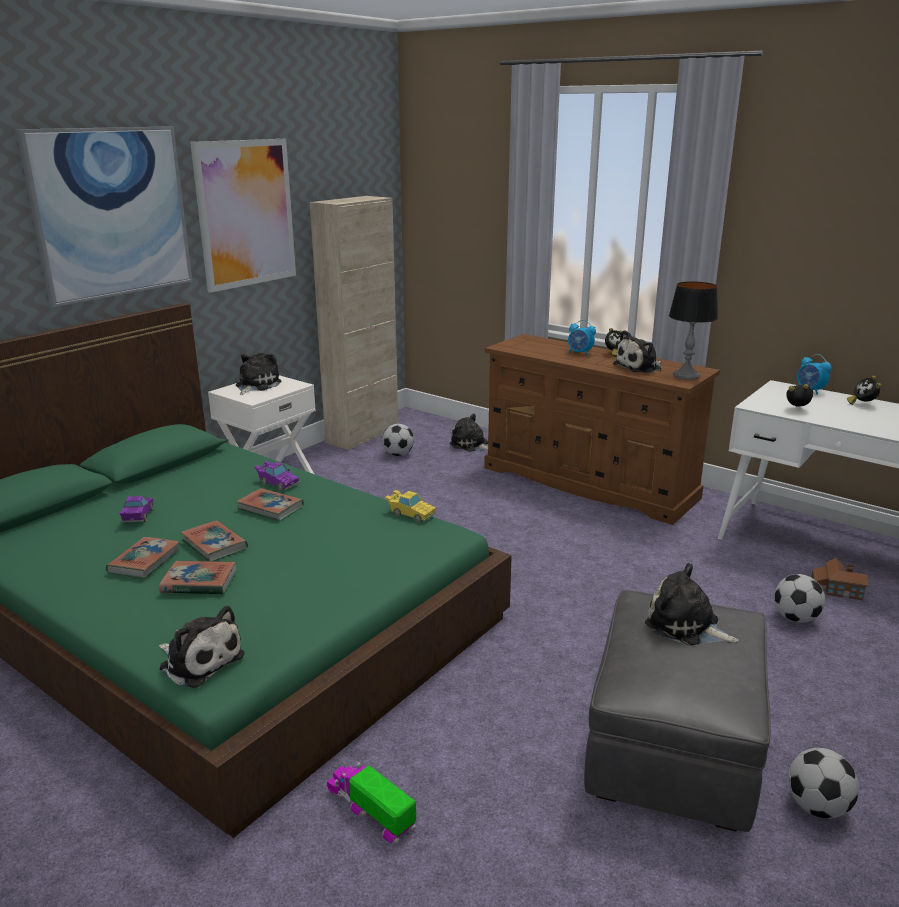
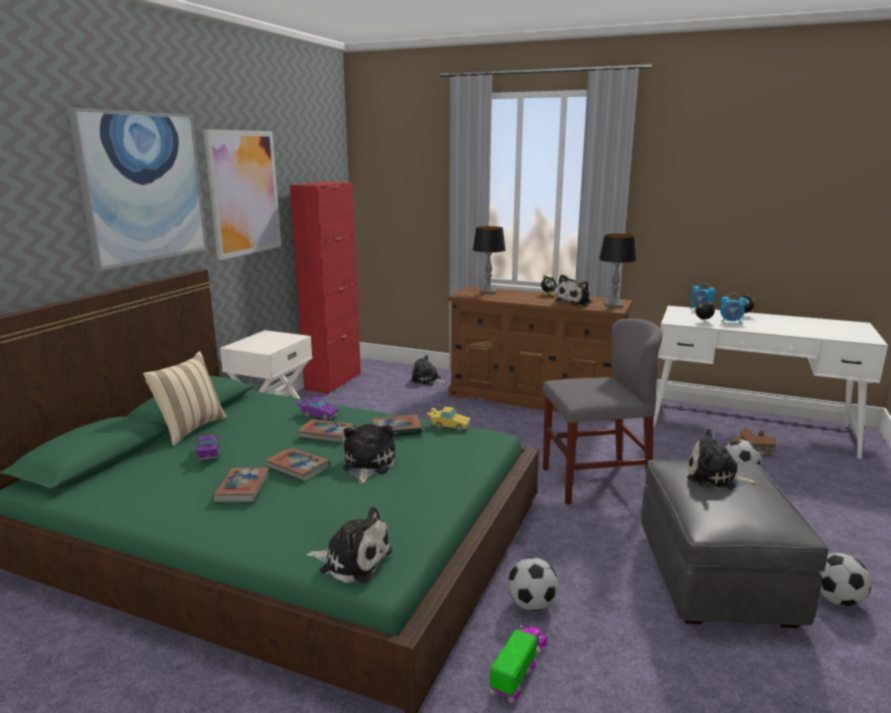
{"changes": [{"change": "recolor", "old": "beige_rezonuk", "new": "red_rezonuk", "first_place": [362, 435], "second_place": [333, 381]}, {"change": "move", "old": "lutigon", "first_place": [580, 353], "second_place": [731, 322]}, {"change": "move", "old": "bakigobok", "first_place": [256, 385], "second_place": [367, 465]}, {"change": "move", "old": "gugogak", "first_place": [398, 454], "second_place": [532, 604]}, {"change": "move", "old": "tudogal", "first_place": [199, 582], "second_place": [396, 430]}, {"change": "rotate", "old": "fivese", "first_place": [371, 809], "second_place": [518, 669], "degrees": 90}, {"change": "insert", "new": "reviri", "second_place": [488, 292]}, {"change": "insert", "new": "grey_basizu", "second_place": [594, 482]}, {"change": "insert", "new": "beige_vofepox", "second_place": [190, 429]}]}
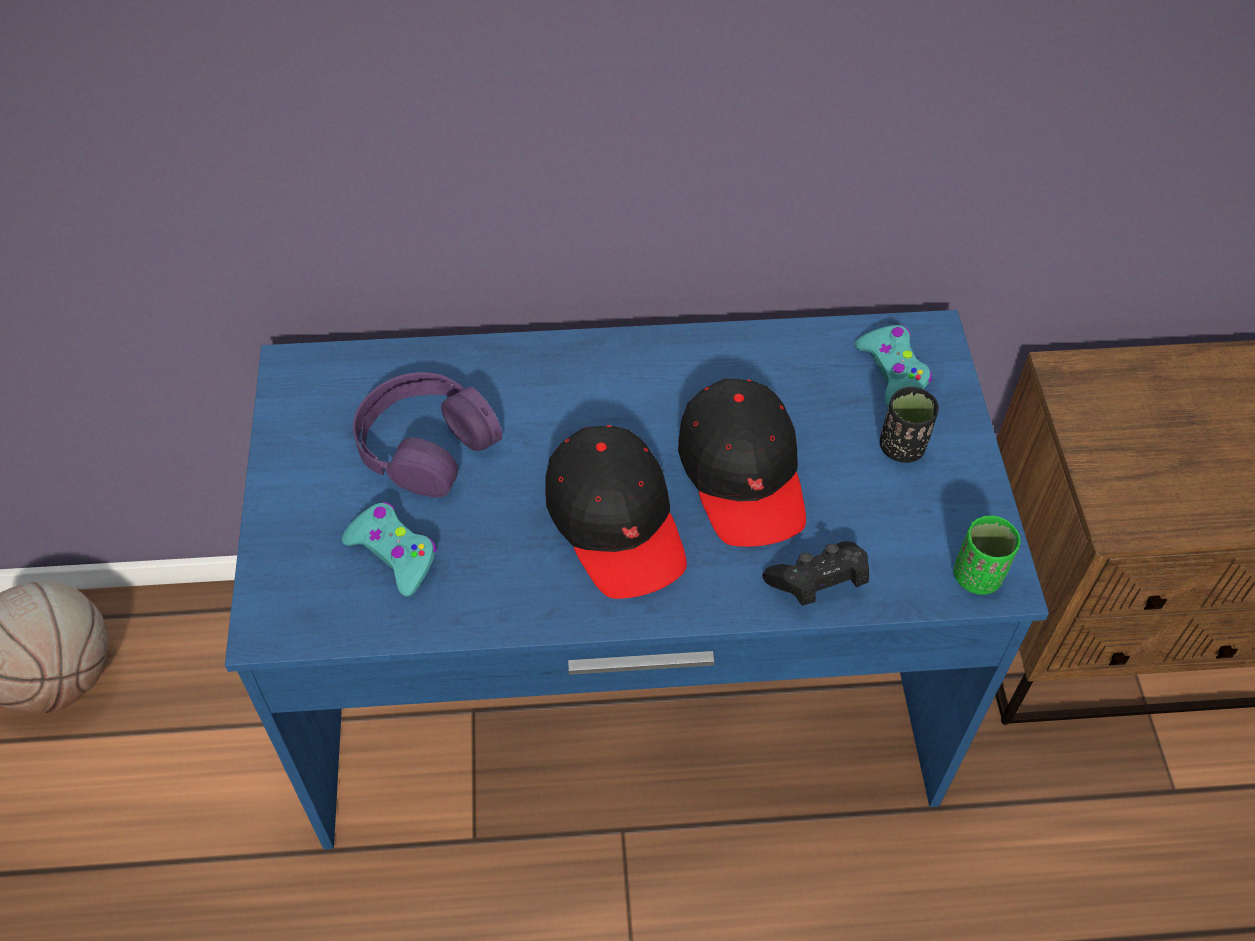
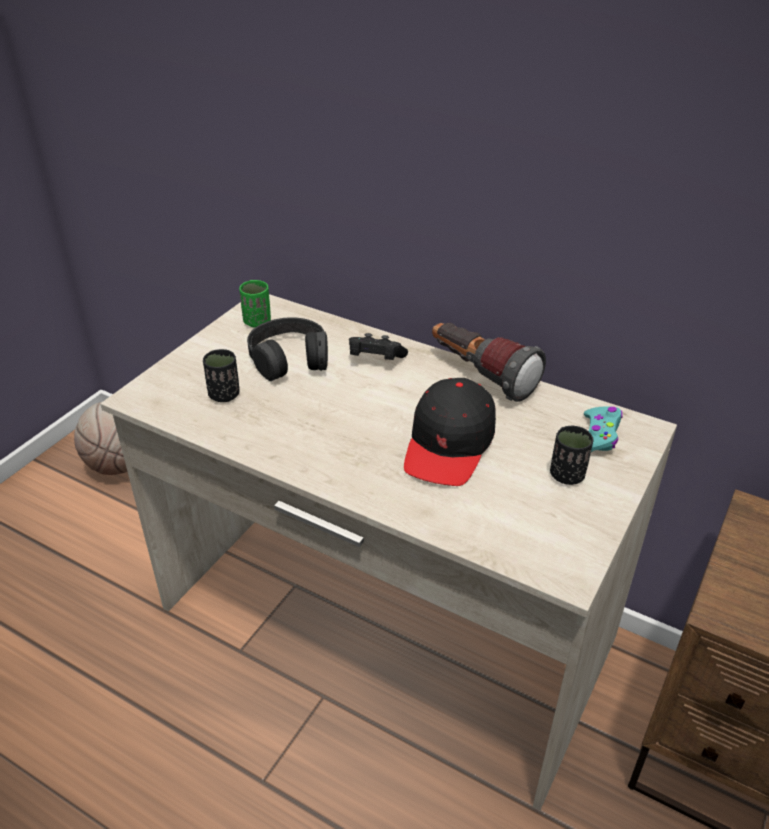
{"changes": [{"change": "recolor", "old": "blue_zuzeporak", "new": "beige_zuzeporak", "first_place": [624, 697], "second_place": [383, 625]}, {"change": "recolor", "old": "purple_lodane", "new": "black_lodane", "first_place": [426, 444], "second_place": [289, 358]}, {"change": "delete", "old": "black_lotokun", "first_place": [616, 522]}, {"change": "replace", "old": "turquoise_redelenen", "new": "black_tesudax", "first_place": [394, 553], "second_place": [224, 395]}, {"change": "move", "old": "green_tesudax", "first_place": [977, 576], "second_place": [257, 322]}, {"change": "move", "old": "black_redelenen", "first_place": [817, 584], "second_place": [375, 360]}, {"change": "insert", "new": "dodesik", "second_place": [480, 376]}]}
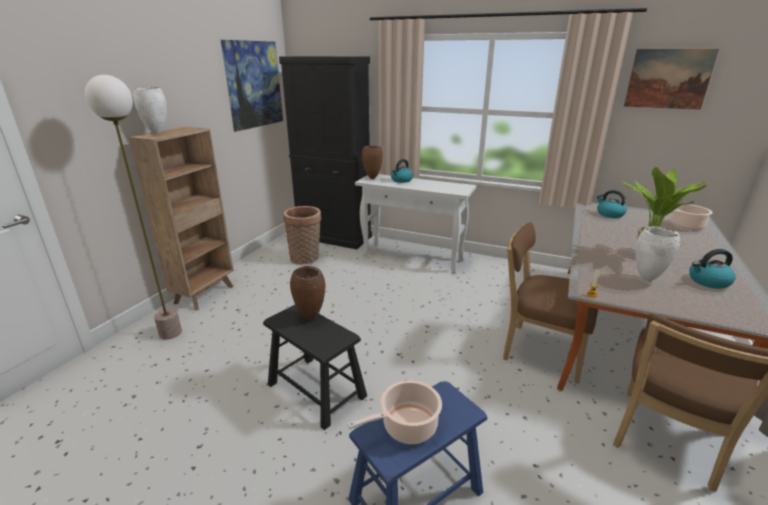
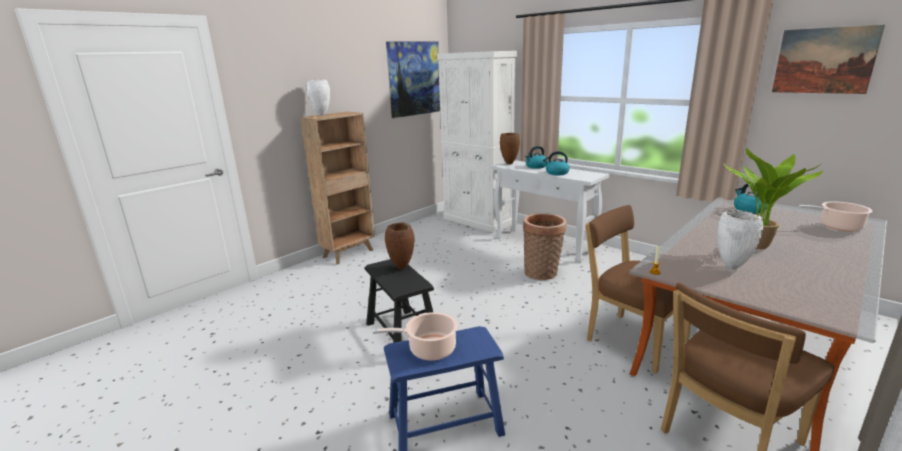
{"changes": [{"change": "recolor", "old": "black_rezonuk", "new": "white_rezonuk", "first_place": [334, 237], "second_place": [478, 221]}, {"change": "delete", "old": "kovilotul", "first_place": [170, 333]}, {"change": "move", "old": "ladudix", "first_place": [306, 259], "second_place": [542, 274]}, {"change": "move", "old": "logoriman", "first_place": [708, 281], "second_place": [556, 173]}]}
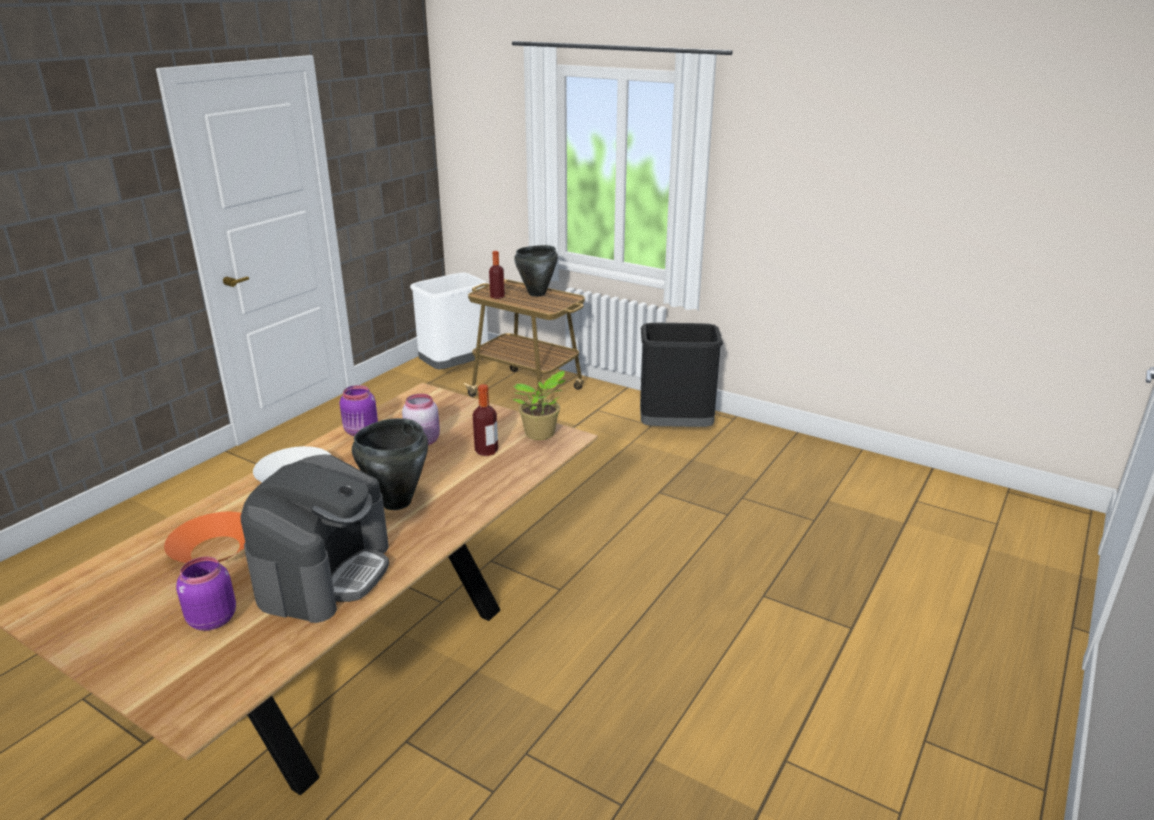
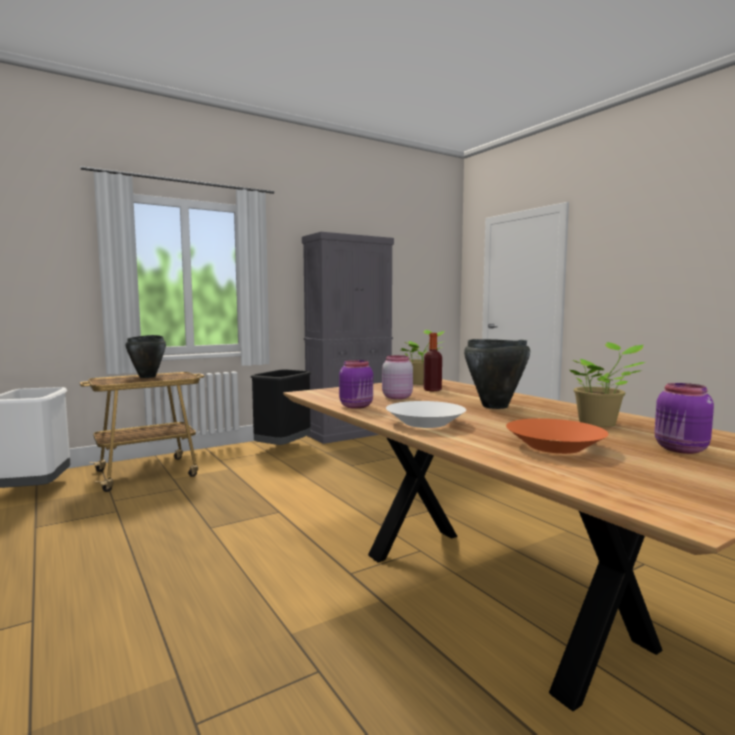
{"changes": [{"change": "delete", "old": "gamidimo", "first_place": [497, 296]}, {"change": "replace", "old": "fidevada", "new": "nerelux", "first_place": [325, 572], "second_place": [600, 423]}, {"change": "insert", "new": "grey_rezonuk", "second_place": [349, 433]}]}
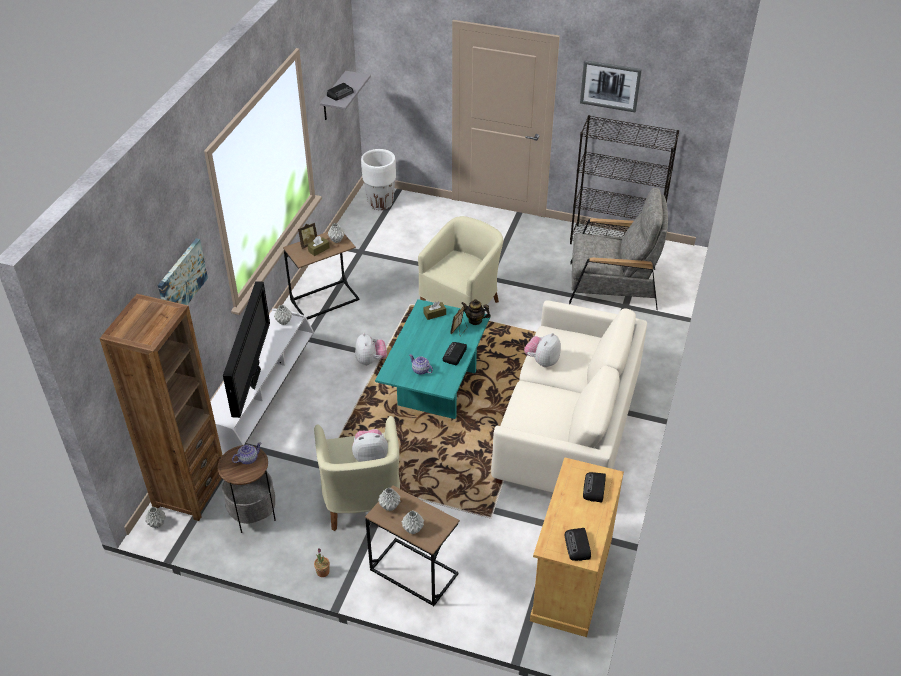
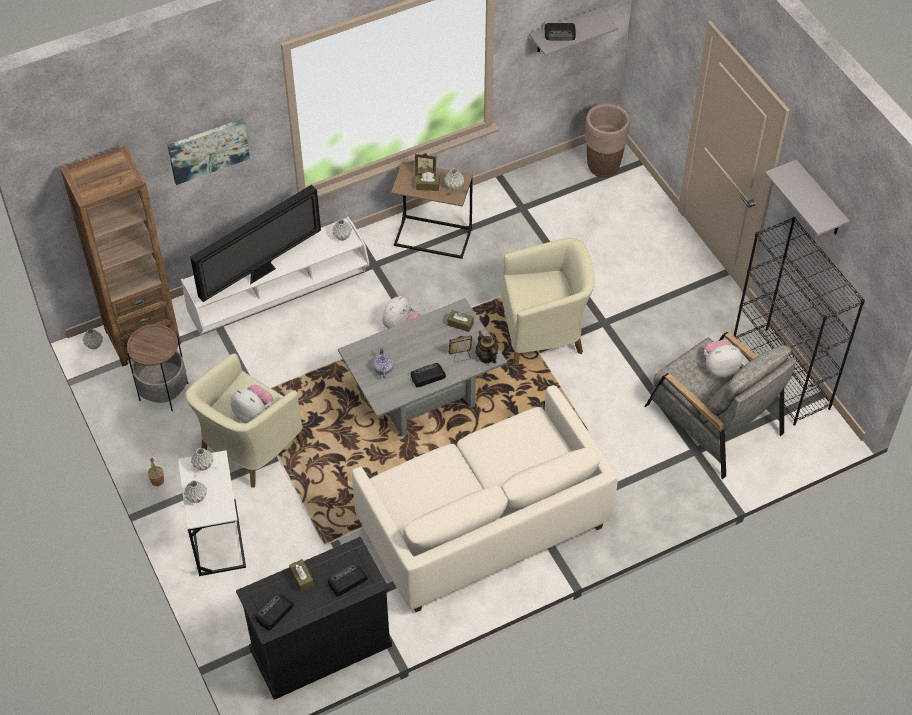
{"changes": [{"change": "replace", "old": "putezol", "new": "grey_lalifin", "first_place": [610, 85], "second_place": [819, 200]}, {"change": "recolor", "old": "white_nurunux", "new": "brown_nurunux", "first_place": [380, 203], "second_place": [603, 167]}, {"change": "recolor", "old": "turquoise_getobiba", "new": "grey_getobiba", "first_place": [435, 386], "second_place": [423, 394]}, {"change": "move", "old": "bakigobok", "first_place": [542, 361], "second_place": [719, 368]}, {"change": "delete", "old": "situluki", "first_place": [248, 459]}, {"change": "recolor", "old": "beige_rezonuk", "new": "black_rezonuk", "first_place": [571, 579], "second_place": [320, 647]}, {"change": "recolor", "old": "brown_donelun", "new": "white_donelun", "first_place": [413, 572], "second_place": [217, 537]}, {"change": "insert", "new": "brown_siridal", "second_place": [302, 578]}]}
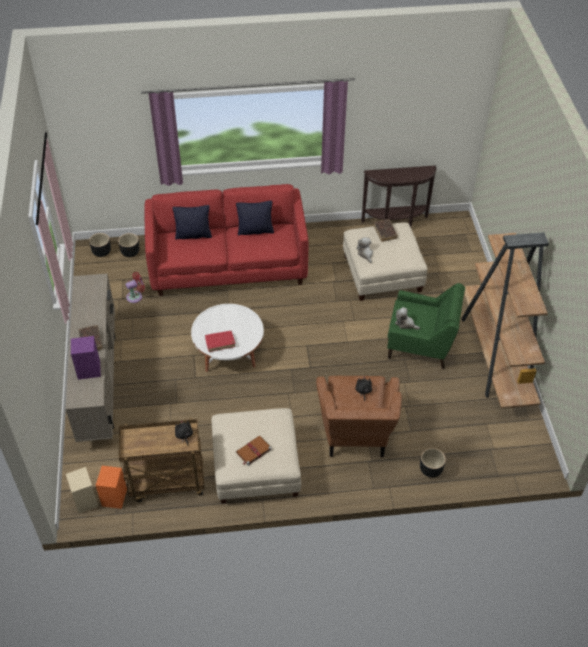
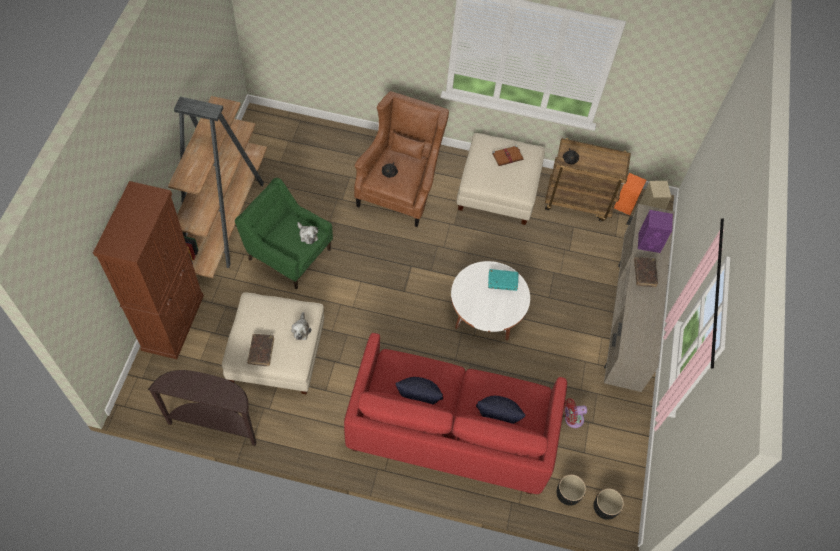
{"changes": [{"change": "recolor", "old": "red_tudogal", "new": "turquoise_tudogal", "first_place": [220, 343], "second_place": [502, 282]}, {"change": "delete", "old": "black_nurunux", "first_place": [430, 470]}, {"change": "insert", "new": "brown_rezonuk", "second_place": [173, 322]}]}
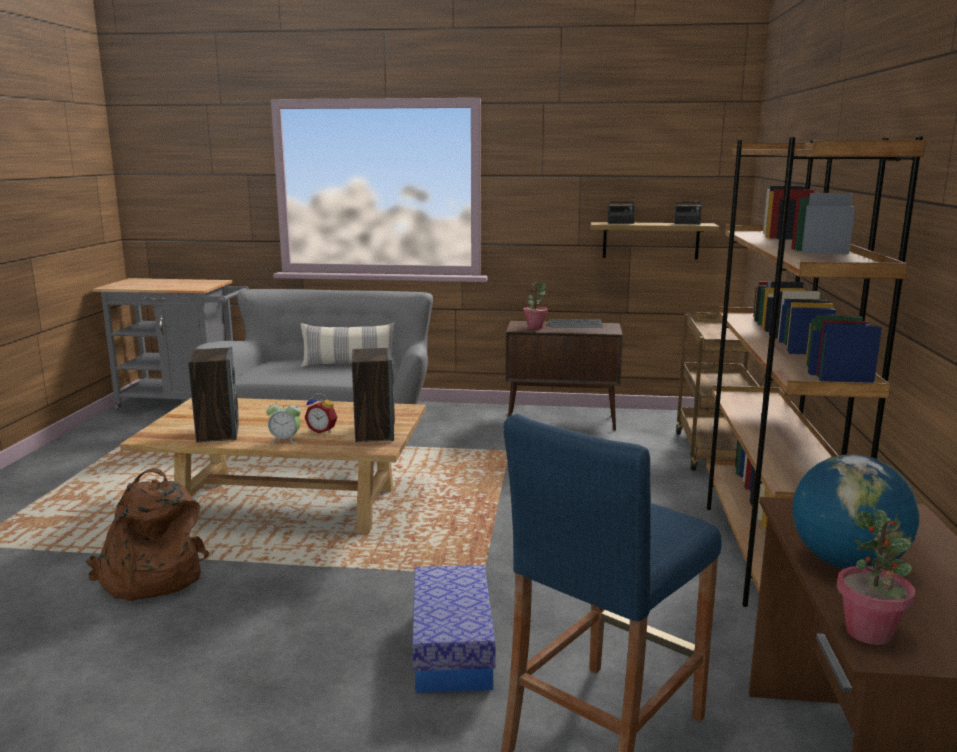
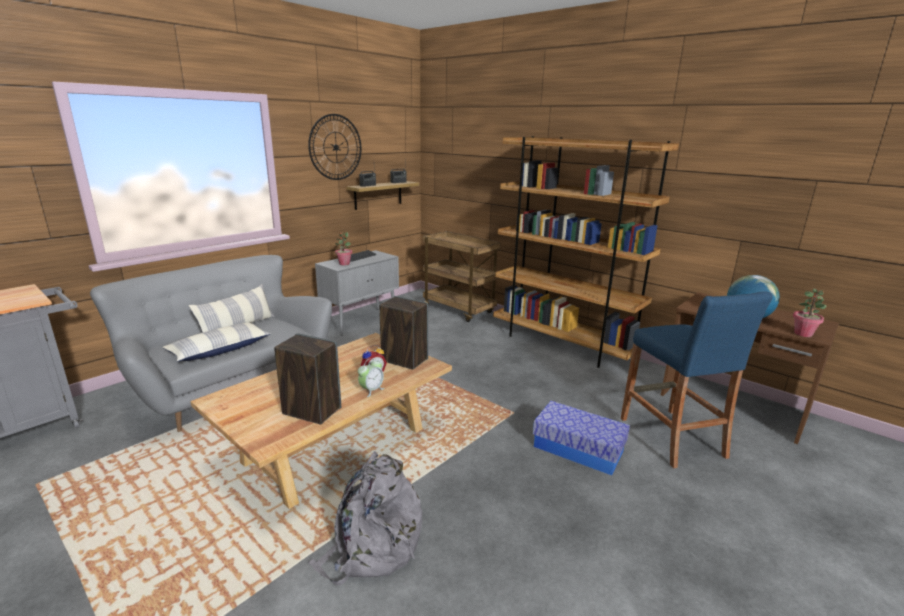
{"changes": [{"change": "recolor", "old": "brown_rezonuk", "new": "grey_rezonuk", "first_place": [562, 421], "second_place": [361, 321]}, {"change": "recolor", "old": "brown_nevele", "new": "grey_nevele", "first_place": [150, 577], "second_place": [372, 546]}, {"change": "insert", "new": "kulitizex", "second_place": [335, 147]}, {"change": "insert", "new": "vofepox", "second_place": [220, 350]}]}
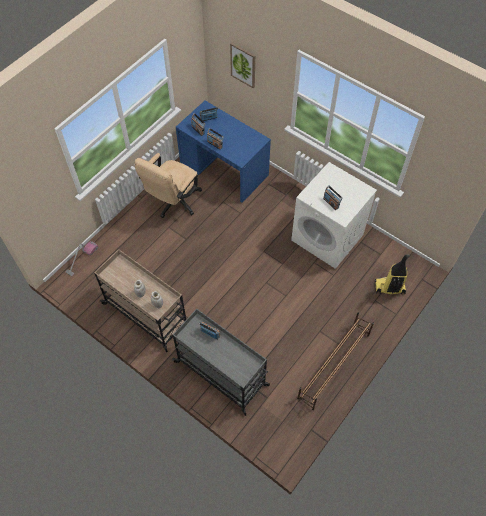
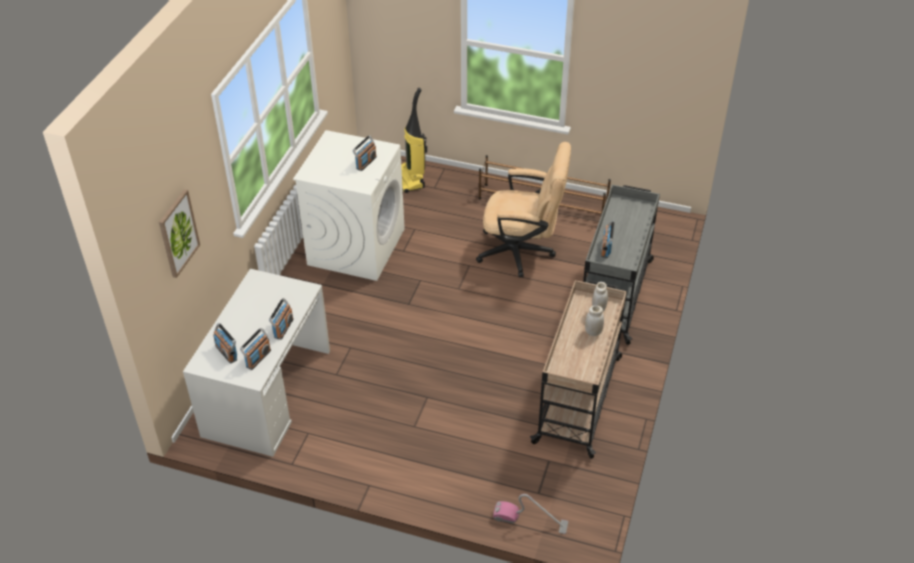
{"changes": [{"change": "recolor", "old": "blue_zuzeporak", "new": "white_zuzeporak", "first_place": [224, 169], "second_place": [267, 392]}, {"change": "move", "old": "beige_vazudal", "first_place": [173, 203], "second_place": [522, 252]}]}
